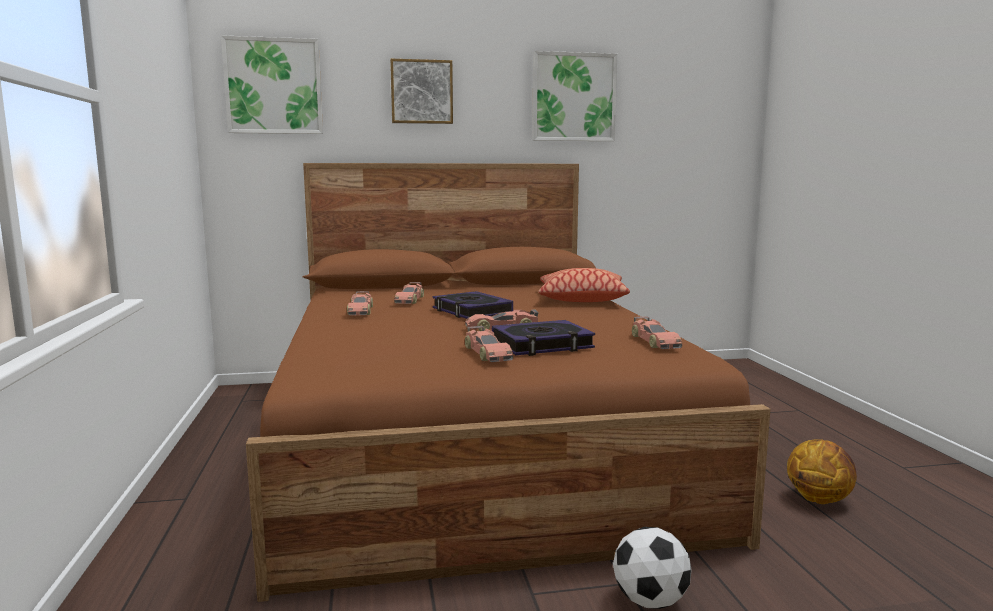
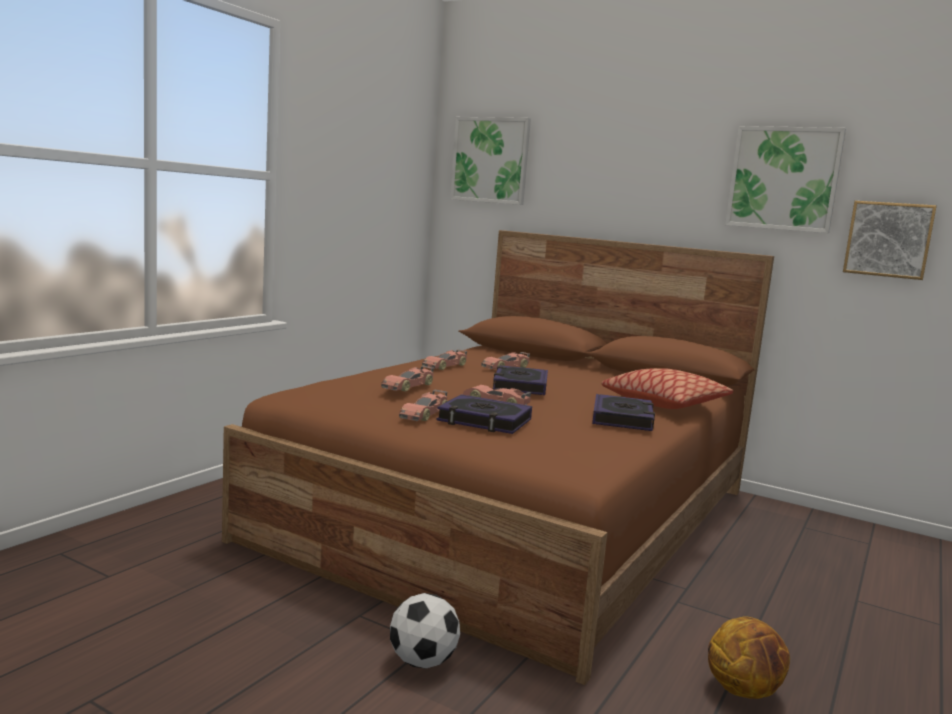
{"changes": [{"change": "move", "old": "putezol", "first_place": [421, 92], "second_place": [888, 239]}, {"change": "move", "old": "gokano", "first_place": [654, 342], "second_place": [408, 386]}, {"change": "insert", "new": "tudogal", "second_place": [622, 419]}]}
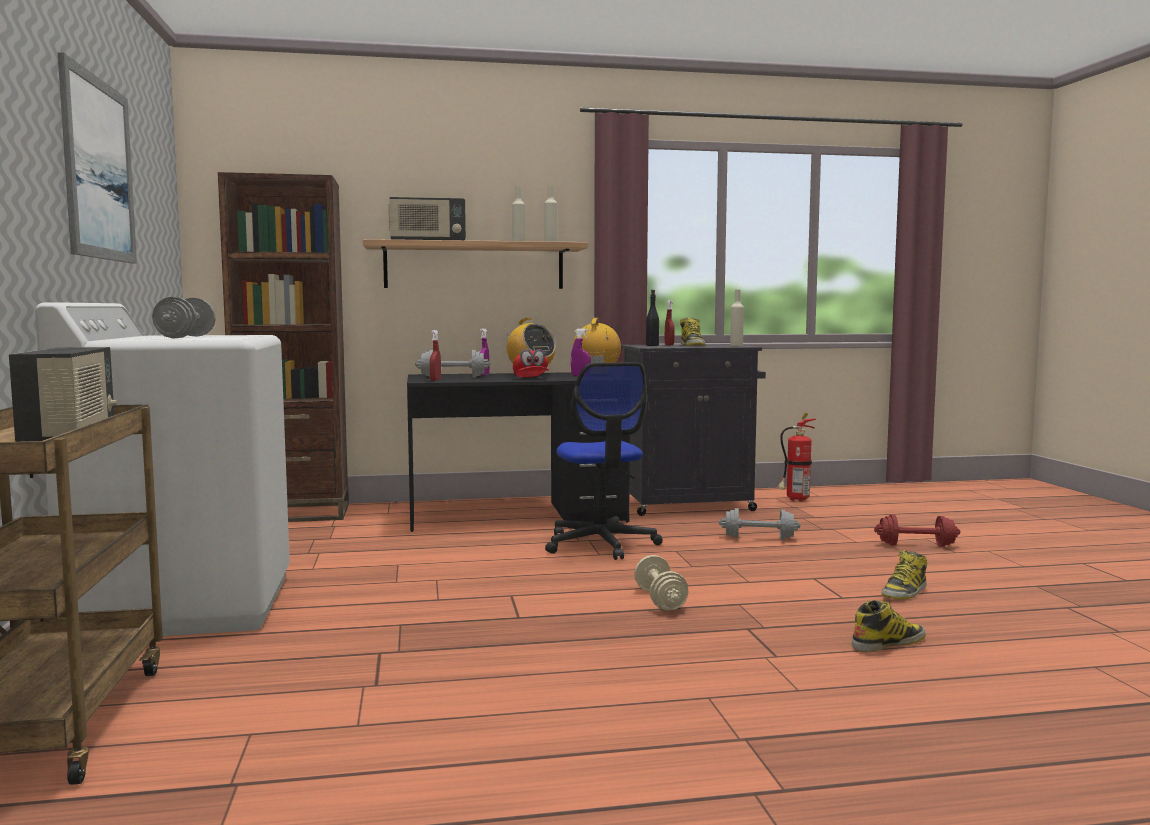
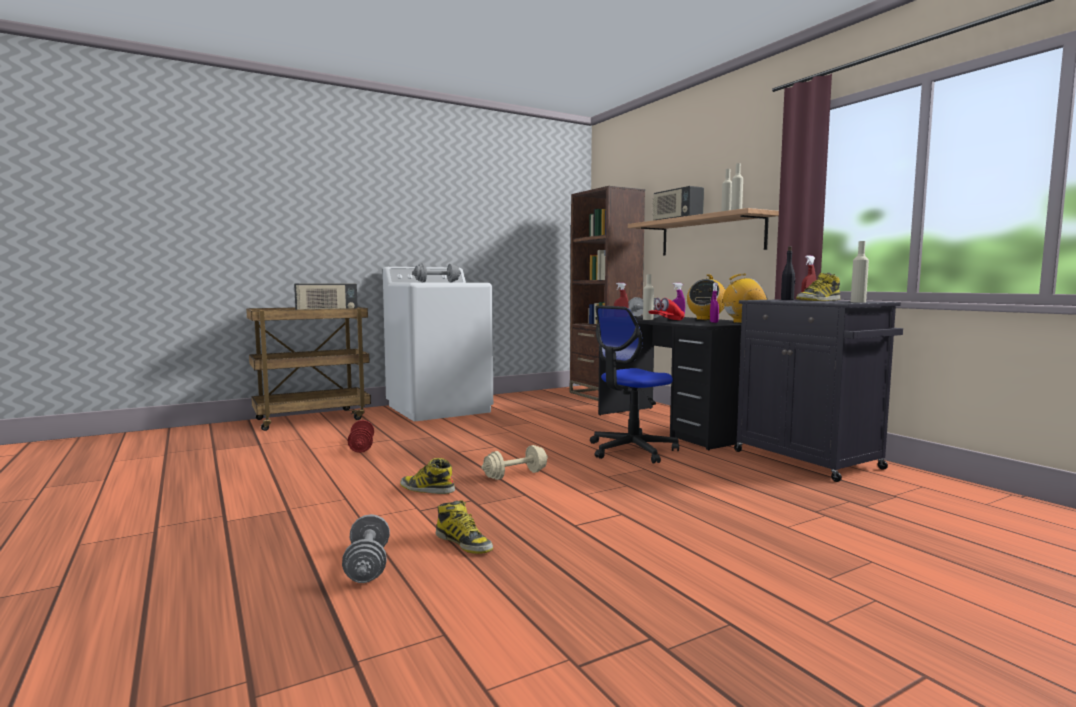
{"changes": [{"change": "delete", "old": "putezol", "first_place": [98, 169]}, {"change": "delete", "old": "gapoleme", "first_place": [795, 500]}, {"change": "move", "old": "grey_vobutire", "first_place": [758, 538], "second_place": [367, 565]}, {"change": "move", "old": "red_vobutire", "first_place": [916, 545], "second_place": [361, 447]}, {"change": "move", "old": "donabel", "first_place": [904, 592], "second_place": [426, 489]}, {"change": "insert", "new": "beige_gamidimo", "second_place": [648, 319]}]}
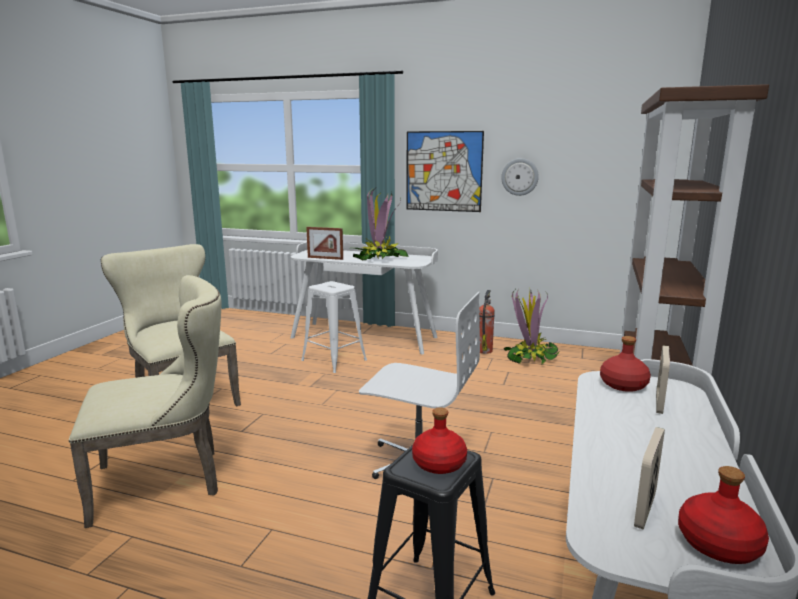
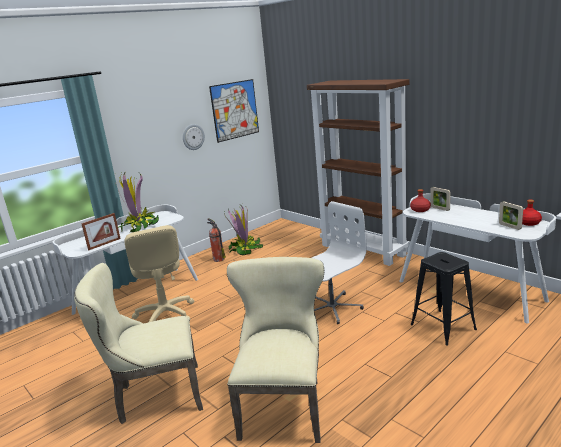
{"changes": [{"change": "move", "old": "putezol", "first_place": [443, 171], "second_place": [235, 110]}, {"change": "replace", "old": "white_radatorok", "new": "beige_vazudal", "first_place": [334, 360], "second_place": [165, 314]}, {"change": "delete", "old": "red_gamidimo", "first_place": [438, 463]}]}
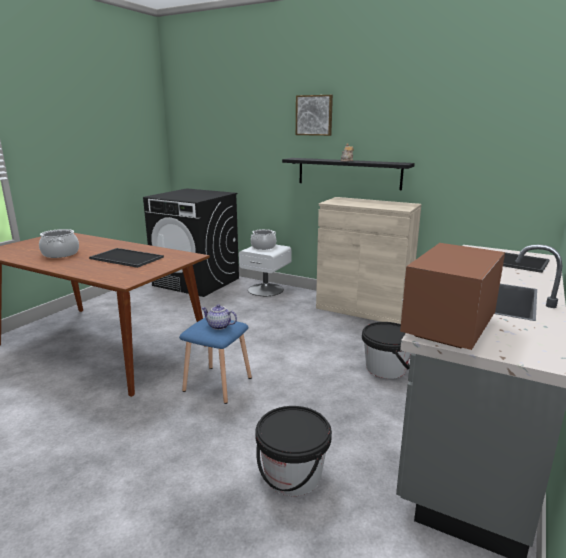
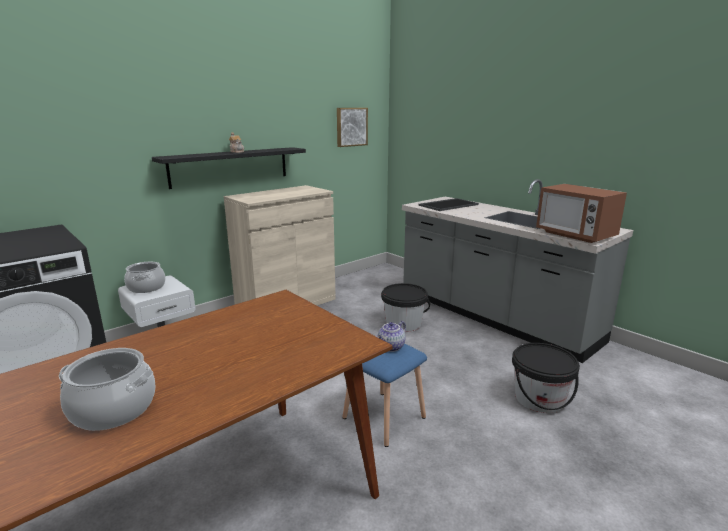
{"changes": [{"change": "move", "old": "putezol", "first_place": [314, 115], "second_place": [351, 127]}, {"change": "delete", "old": "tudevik", "first_place": [125, 258]}]}
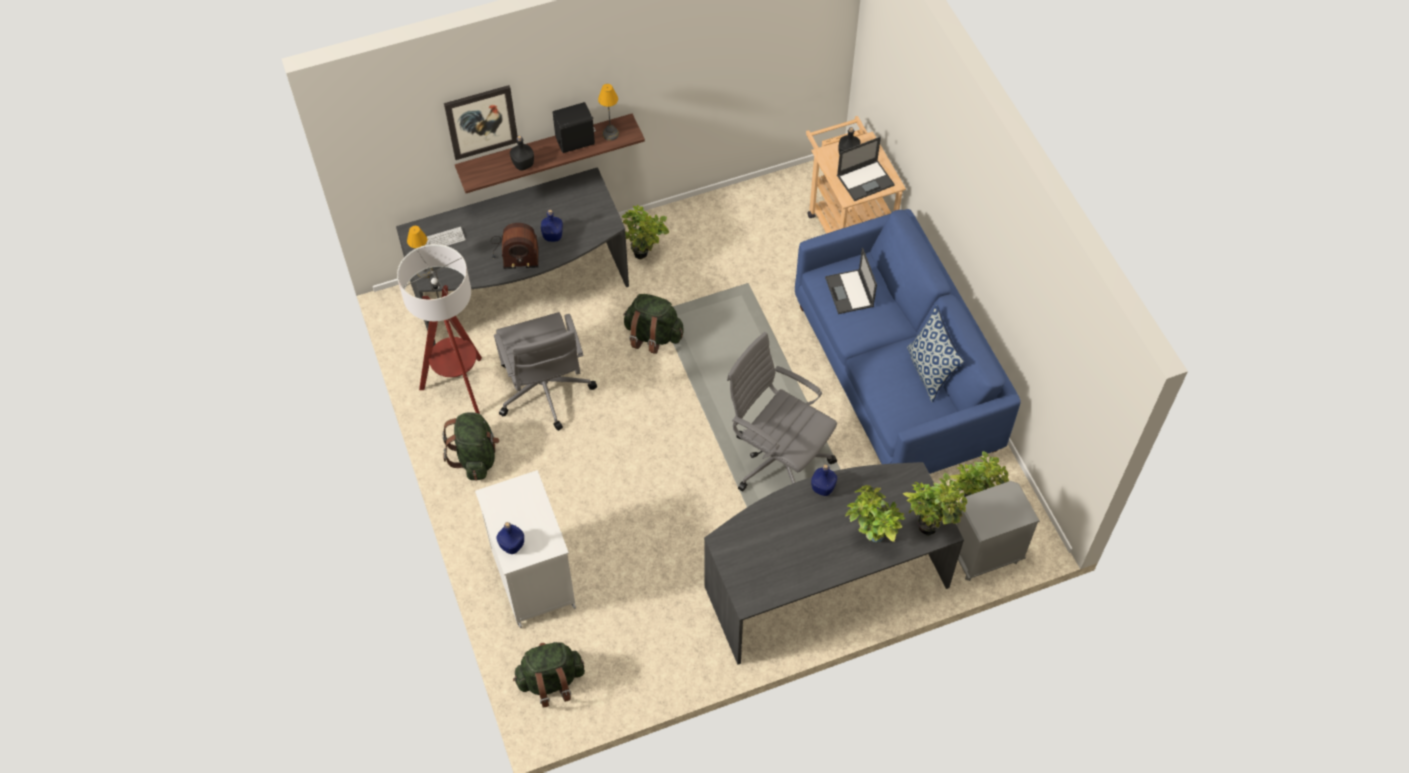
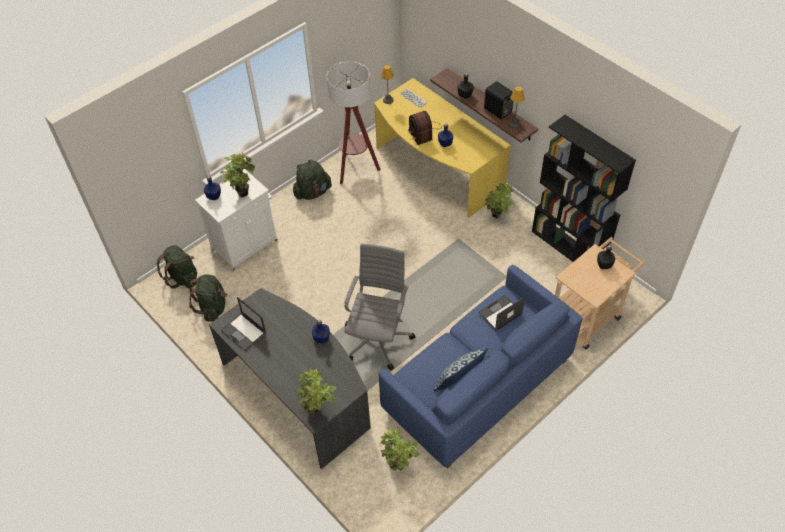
{"changes": [{"change": "delete", "old": "putezol", "first_place": [481, 122]}, {"change": "move", "old": "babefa", "first_place": [866, 180], "second_place": [244, 332]}, {"change": "recolor", "old": "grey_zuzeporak", "new": "yellow_zuzeporak", "first_place": [522, 290], "second_place": [436, 170]}, {"change": "move", "old": "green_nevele", "first_place": [653, 335], "second_place": [213, 307]}, {"change": "delete", "old": "grey_vazudal", "first_place": [545, 392]}, {"change": "delete", "old": "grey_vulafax", "first_place": [983, 555]}, {"change": "move", "old": "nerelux", "first_place": [871, 536], "second_place": [242, 191]}, {"change": "insert", "new": "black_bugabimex", "second_place": [569, 247]}]}
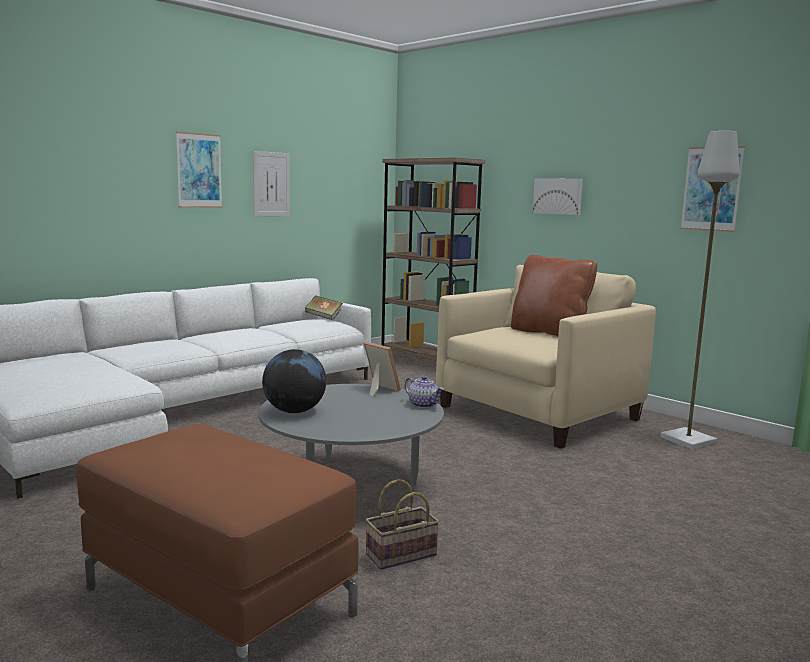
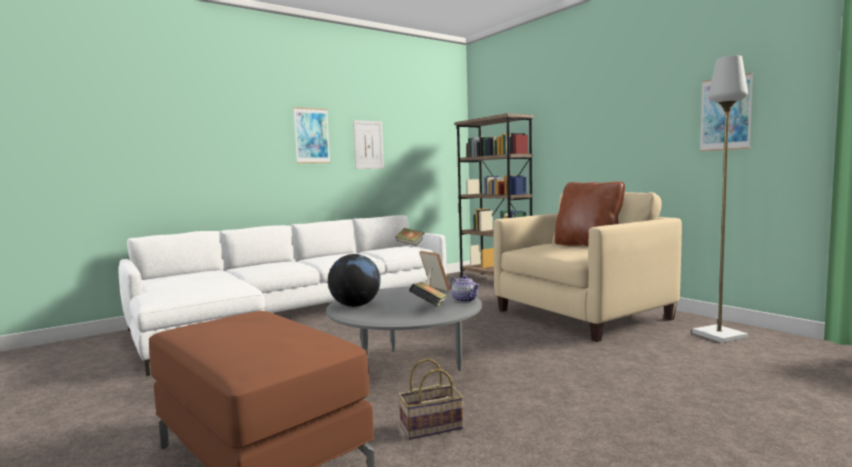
{"changes": [{"change": "delete", "old": "putezol", "first_place": [558, 196]}, {"change": "insert", "new": "tudogal", "second_place": [429, 308]}]}
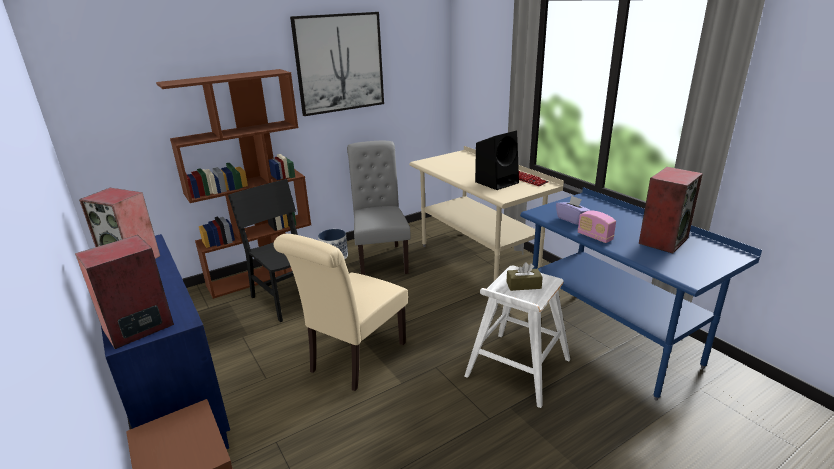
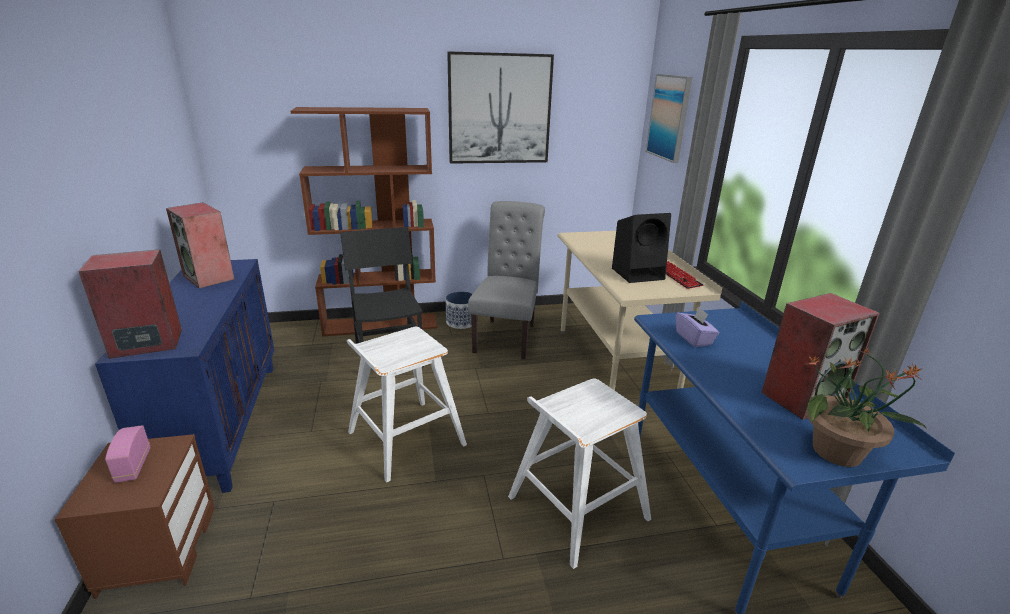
{"changes": [{"change": "move", "old": "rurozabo", "first_place": [594, 237], "second_place": [133, 466]}, {"change": "replace", "old": "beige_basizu", "new": "white_radatorok", "first_place": [354, 360], "second_place": [405, 438]}, {"change": "delete", "old": "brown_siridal", "first_place": [523, 285]}, {"change": "insert", "new": "putezol", "second_place": [669, 117]}, {"change": "insert", "new": "nerelux", "second_place": [838, 452]}]}
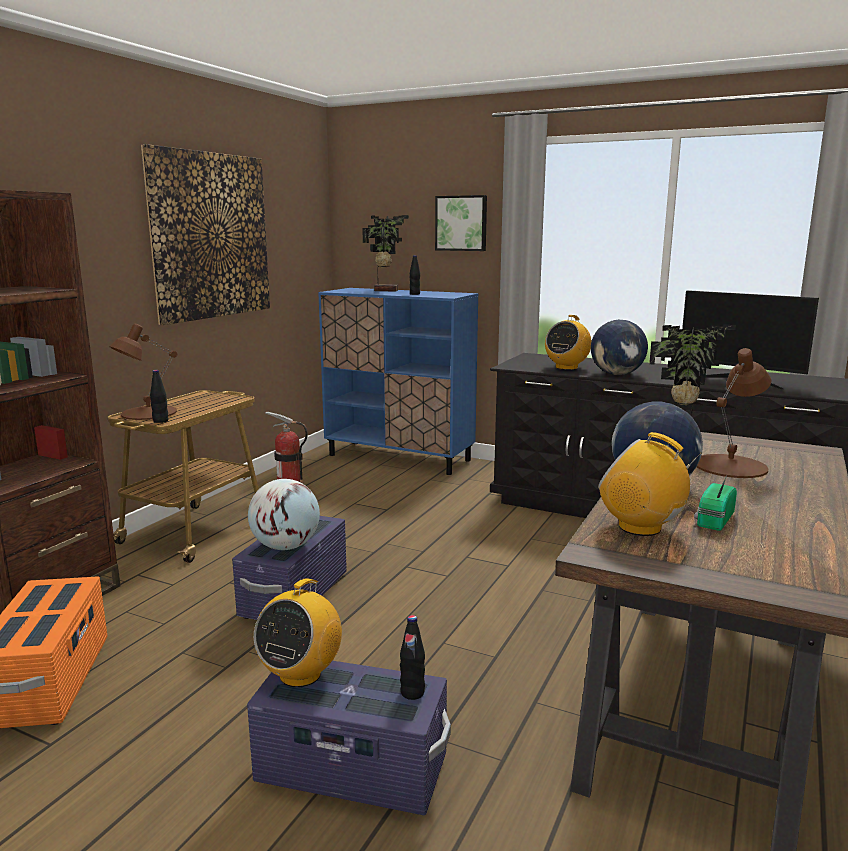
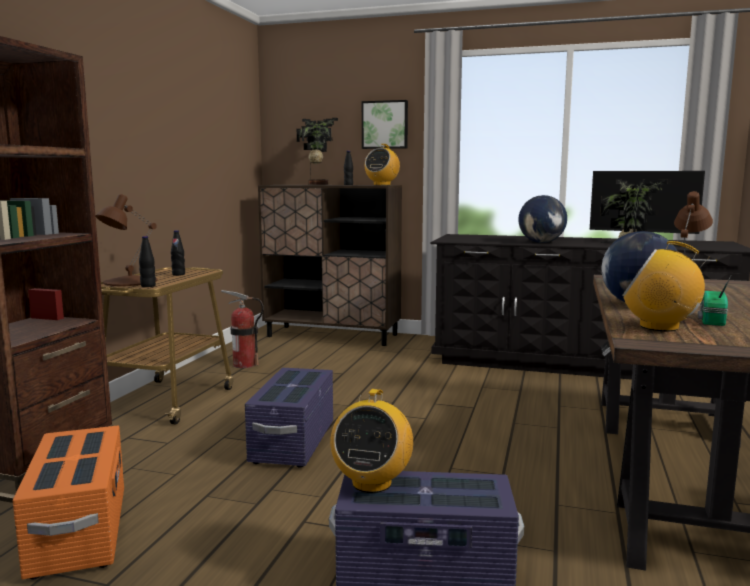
{"changes": [{"change": "delete", "old": "putezol", "first_place": [210, 236]}, {"change": "recolor", "old": "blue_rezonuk", "new": "brown_rezonuk", "first_place": [399, 458], "second_place": [333, 335]}, {"change": "move", "old": "rurozabo", "first_place": [566, 367], "second_place": [382, 185]}, {"change": "delete", "old": "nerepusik", "first_place": [285, 546]}, {"change": "move", "old": "black_gamidimo", "first_place": [412, 693], "second_place": [178, 274]}]}
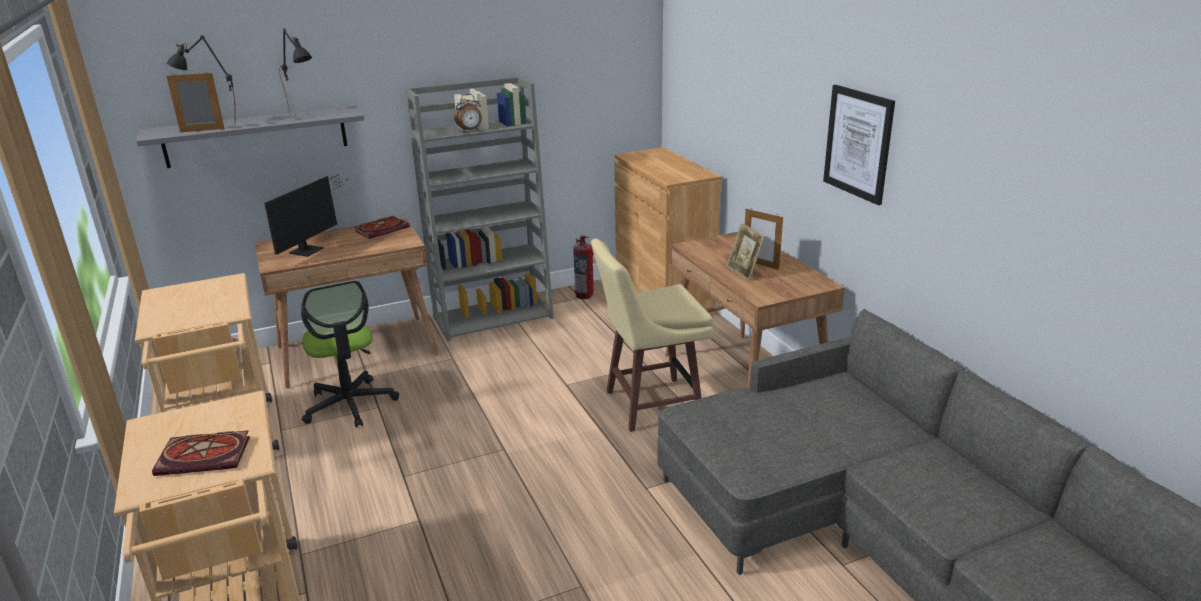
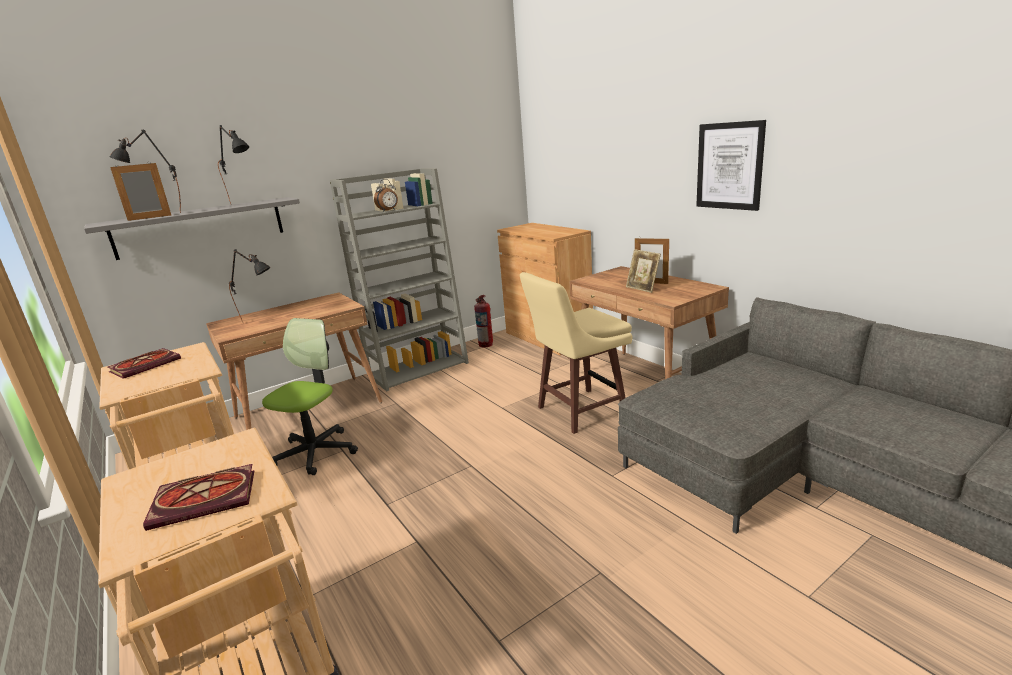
{"changes": [{"change": "replace", "old": "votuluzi", "new": "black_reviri", "first_place": [310, 249], "second_place": [261, 321]}, {"change": "move", "old": "tudogal", "first_place": [382, 229], "second_place": [146, 365]}, {"change": "rotate", "old": "vazudal", "first_place": [350, 404], "second_place": [315, 452], "degrees": -120}]}
